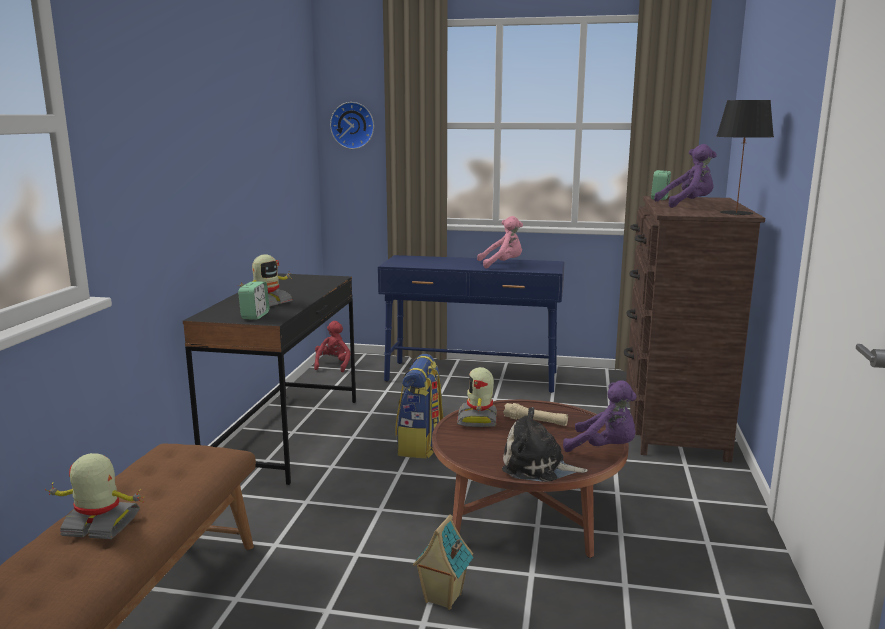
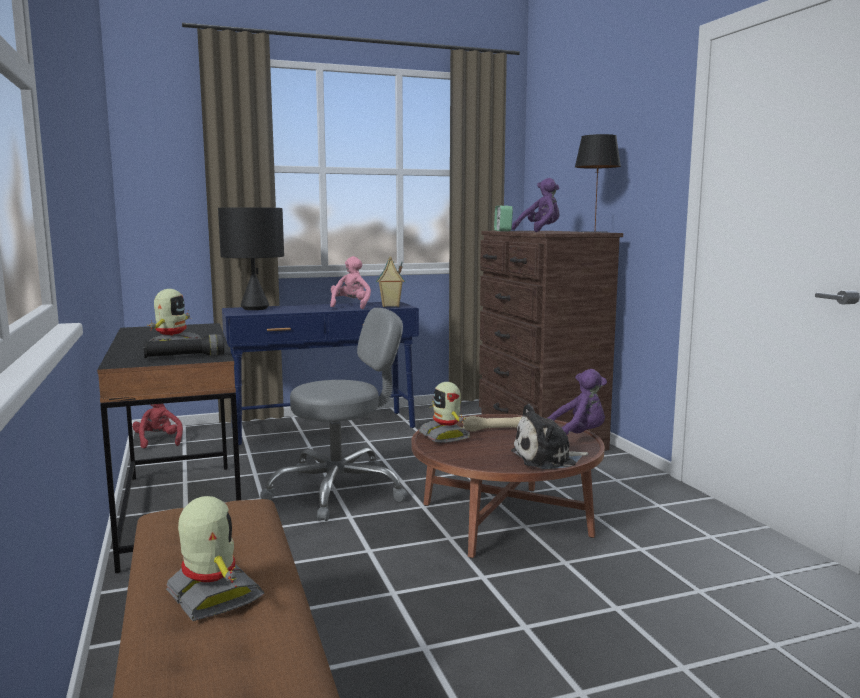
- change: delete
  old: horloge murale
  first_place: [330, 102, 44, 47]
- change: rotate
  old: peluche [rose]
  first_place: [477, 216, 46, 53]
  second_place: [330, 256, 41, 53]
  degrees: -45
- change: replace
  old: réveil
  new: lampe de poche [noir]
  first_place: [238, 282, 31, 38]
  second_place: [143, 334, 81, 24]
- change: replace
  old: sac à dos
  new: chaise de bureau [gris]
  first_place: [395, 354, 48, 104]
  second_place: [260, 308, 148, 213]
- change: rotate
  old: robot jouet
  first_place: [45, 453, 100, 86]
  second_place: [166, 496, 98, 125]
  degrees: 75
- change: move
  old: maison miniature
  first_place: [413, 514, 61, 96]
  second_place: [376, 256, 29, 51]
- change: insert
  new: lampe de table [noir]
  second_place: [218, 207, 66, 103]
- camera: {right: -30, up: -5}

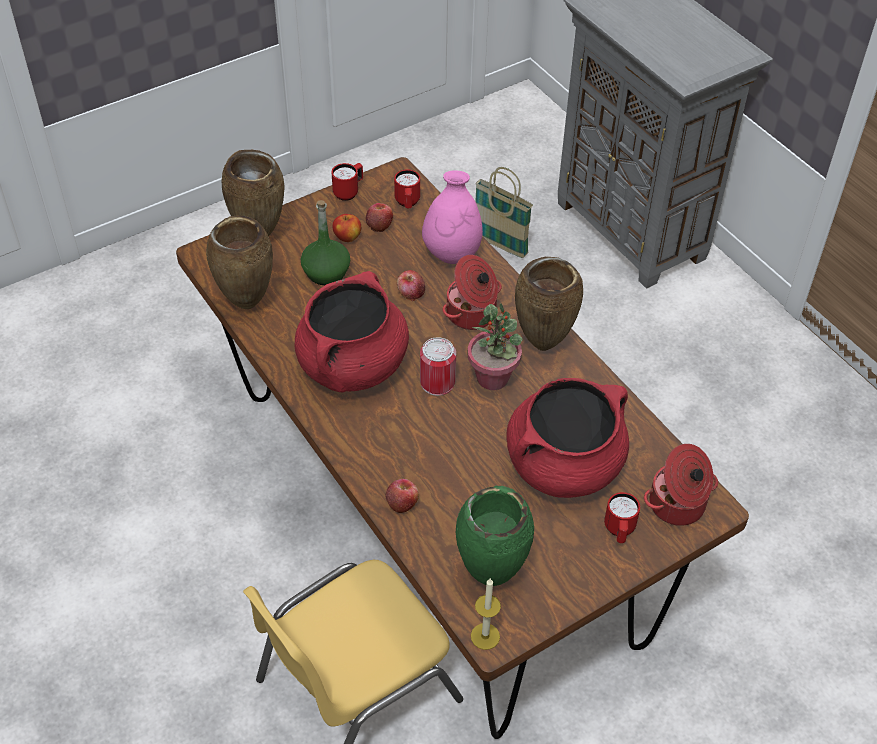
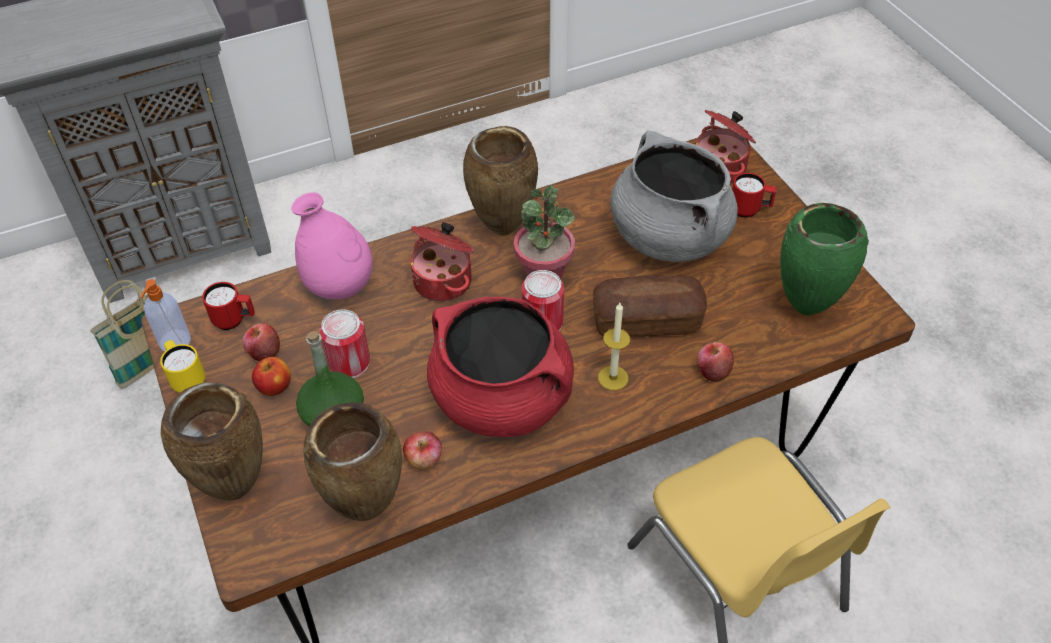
- change: recolor
  old: mug [rouge]
  new: mug [jaune]
  first_place: [331, 163, 32, 38]
  second_place: [160, 340, 45, 53]
- change: move
  old: pomme
  first_place: [397, 270, 28, 31]
  second_place: [403, 431, 39, 38]
- change: recolor
  old: marmite [rouge]
  new: marmite [gris]
  first_place: [506, 378, 123, 120]
  second_place: [610, 131, 128, 131]
- change: move
  old: bougie
  first_place: [471, 579, 30, 71]
  second_place: [598, 303, 32, 87]
- change: insert
  new: pain
  second_place: [593, 275, 114, 62]
- change: insert
  new: distributeur de savon
  second_place: [140, 279, 51, 72]
- change: insert
  new: boîte métallique
  second_place: [320, 309, 50, 69]
- camera: {right: -80, up: 0}

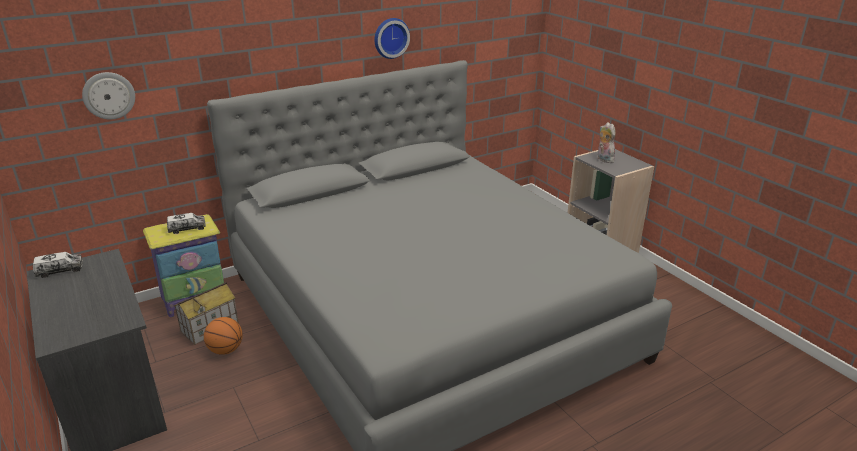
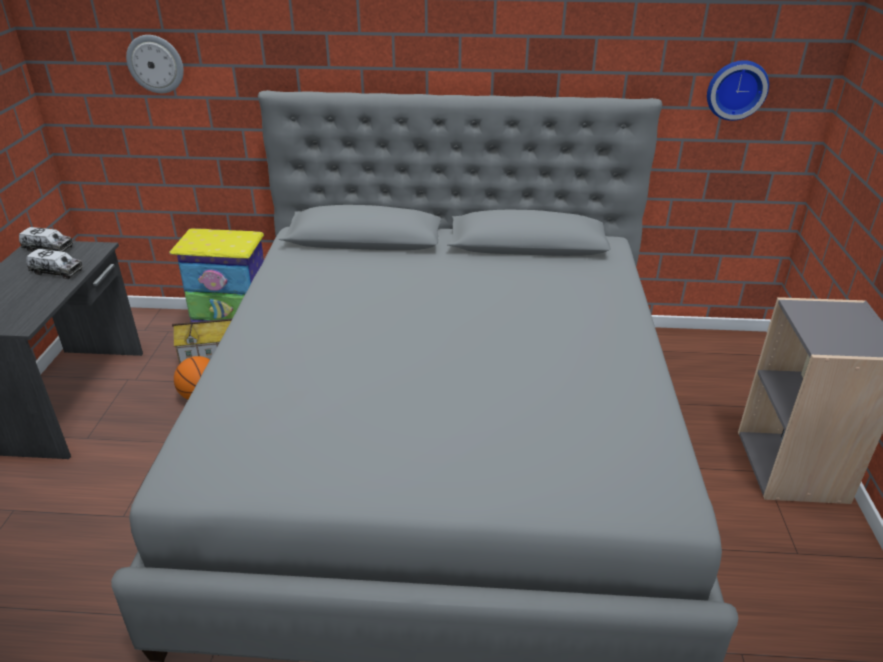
- change: move
  old: horloge murale
  first_place: [374, 18, 36, 41]
  second_place: [707, 60, 62, 61]
- change: delete
  old: peluche
  first_place: [598, 122, 18, 41]
- change: move
  old: camion jouet
  first_place: [167, 213, 39, 21]
  second_place: [26, 249, 57, 30]
- camera: {right: 35, up: 5}

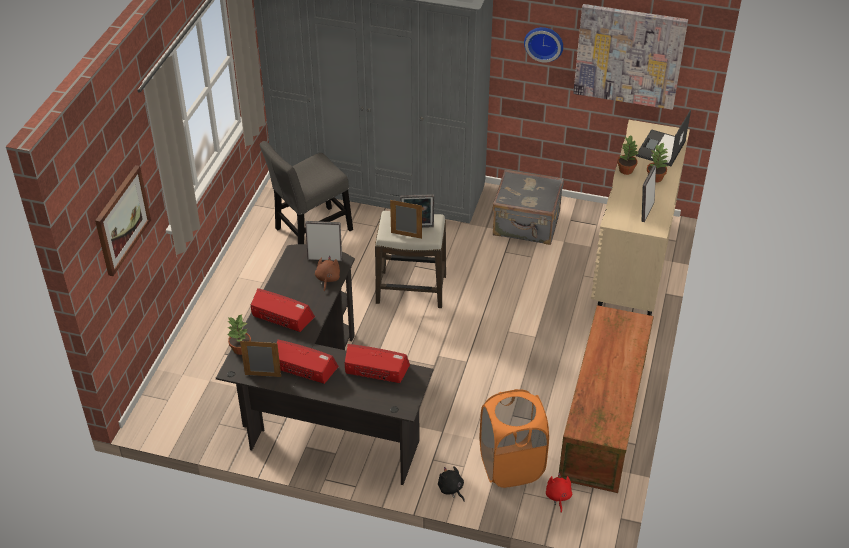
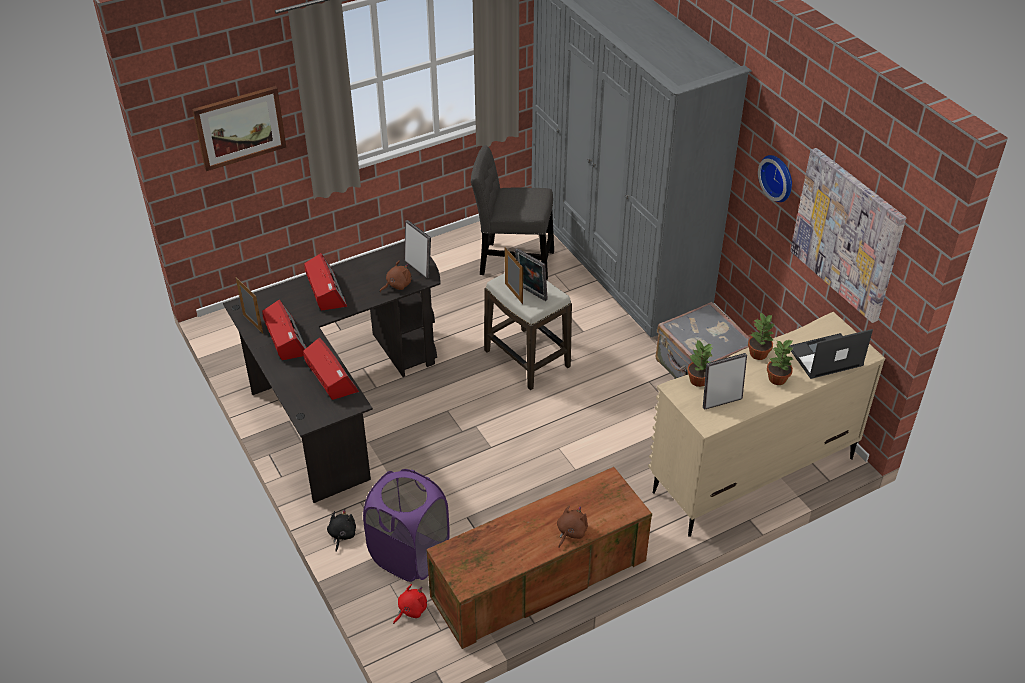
- change: move
  old: plante en pot
  first_place: [227, 315, 24, 40]
  second_place: [687, 340, 26, 47]
- change: recolor
  old: panier à linge [orange]
  new: panier à linge [violet]
  first_place: [480, 389, 69, 99]
  second_place: [363, 469, 87, 113]
- change: insert
  new: peluche [marron]
  second_place: [557, 505, 31, 42]
- camera: {right: 45, up: 0}

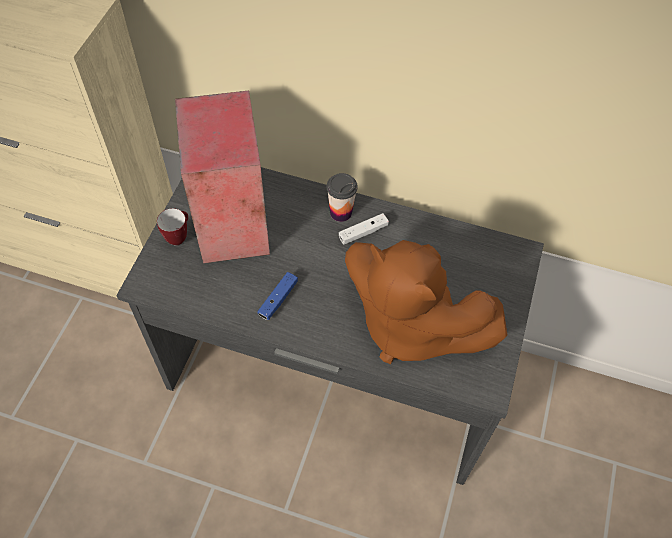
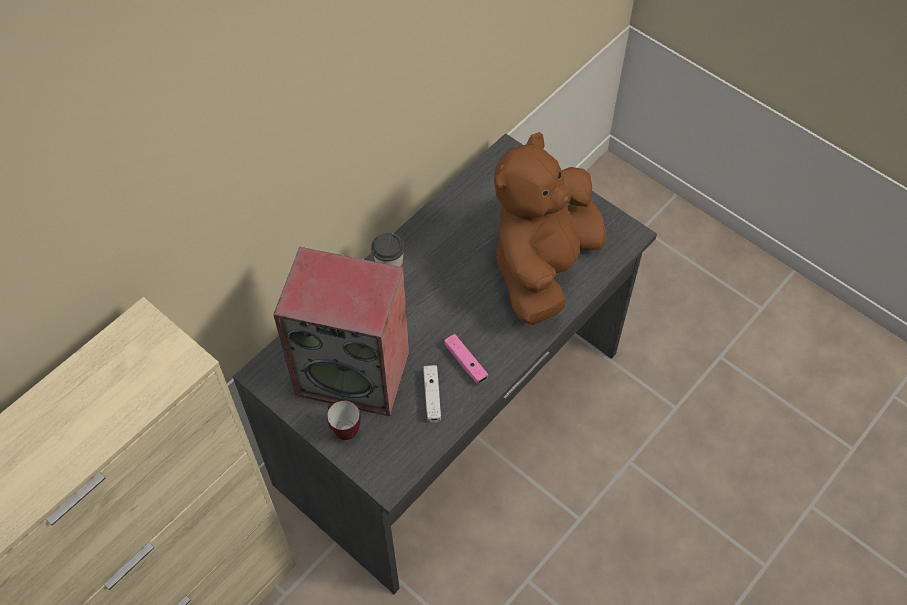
- change: move
  old: manette [blanc]
  first_place: [339, 213, 50, 32]
  second_place: [423, 365, 18, 58]
- change: rotate
  old: peluche [marron]
  first_place: [345, 240, 162, 124]
  second_place: [494, 132, 112, 193]
  degrees: 150
- change: recolor
  old: manette [bleu]
  new: manette [rose]
  first_place: [258, 272, 40, 48]
  second_place: [444, 334, 44, 50]
- camera: {right: -65, up: 0}

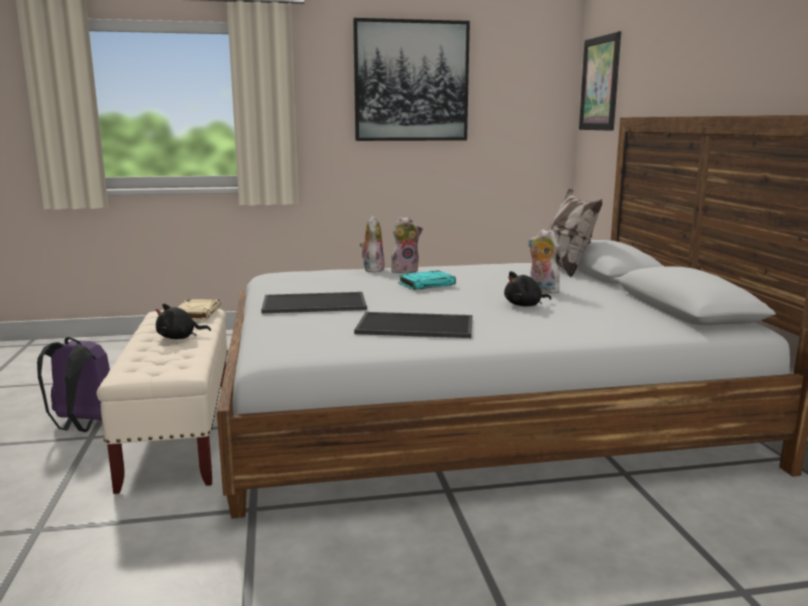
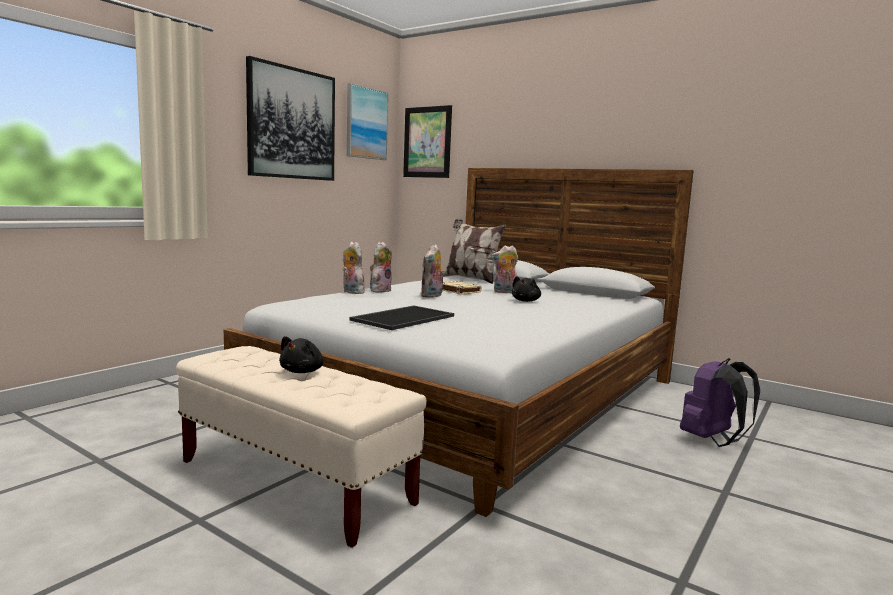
- change: replace
  old: livre [turquoise]
  new: peluche
  first_place: [398, 270, 58, 20]
  second_place: [421, 244, 24, 54]
- change: move
  old: livre [beige]
  first_place: [177, 299, 43, 21]
  second_place: [442, 281, 40, 14]
- change: delete
  old: plateau
  first_place: [354, 312, 118, 26]
- change: move
  old: sac à dos [violet]
  first_place: [37, 337, 73, 95]
  second_place: [680, 358, 80, 89]
- change: insert
  new: tableau
  second_place: [347, 83, 41, 77]
- camera: {right: -45, up: -5}

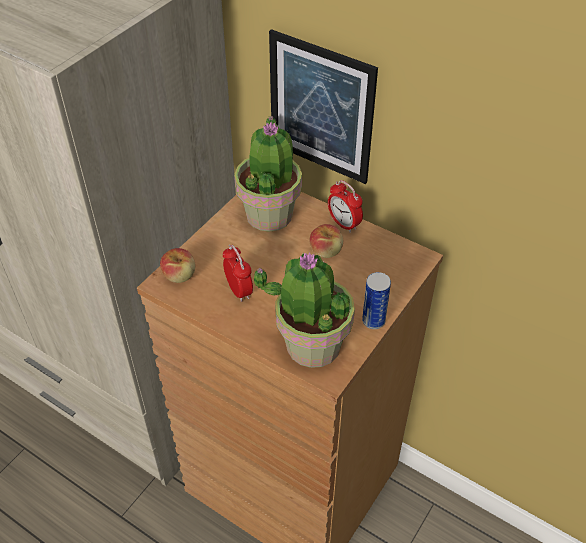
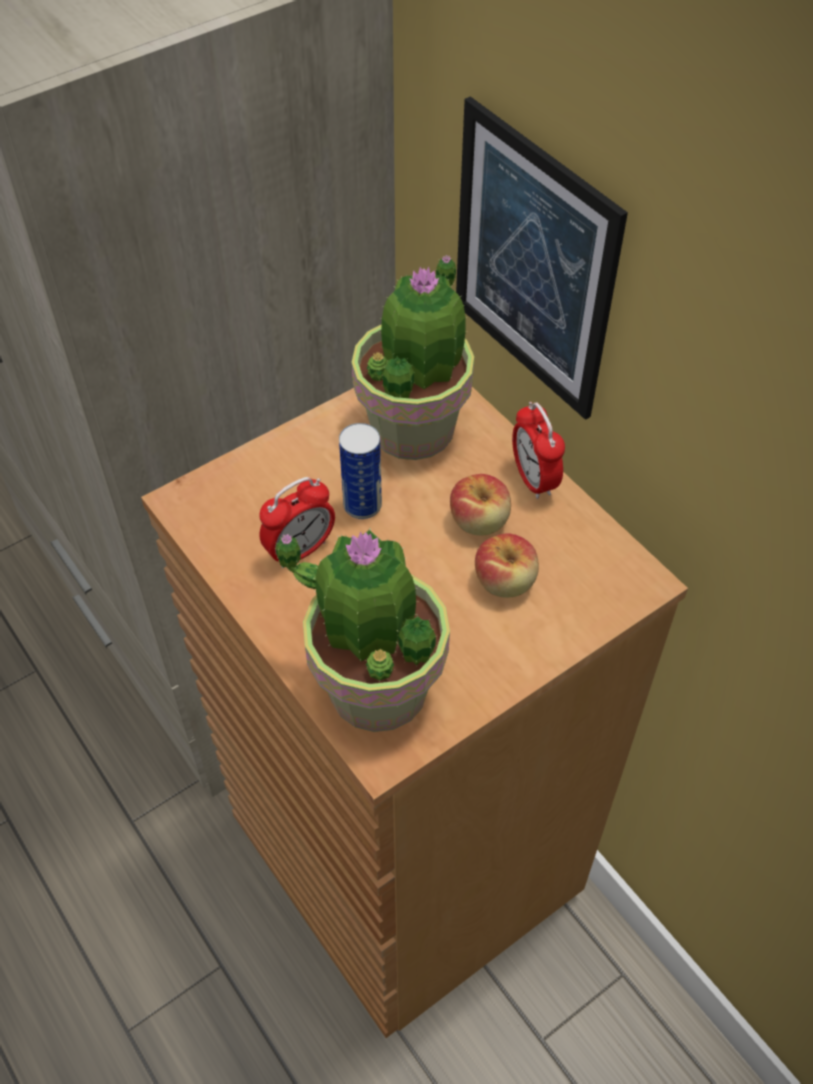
- change: rotate
  old: réveil
  first_place: [223, 245, 30, 57]
  second_place: [259, 477, 76, 91]
  degrees: 60
- change: move
  old: pomme
  first_place: [160, 248, 36, 35]
  second_place: [475, 533, 64, 65]
- change: move
  old: boîte métallique
  first_place: [362, 272, 29, 57]
  second_place: [339, 423, 43, 96]
- camera: {right: 20, up: 5}

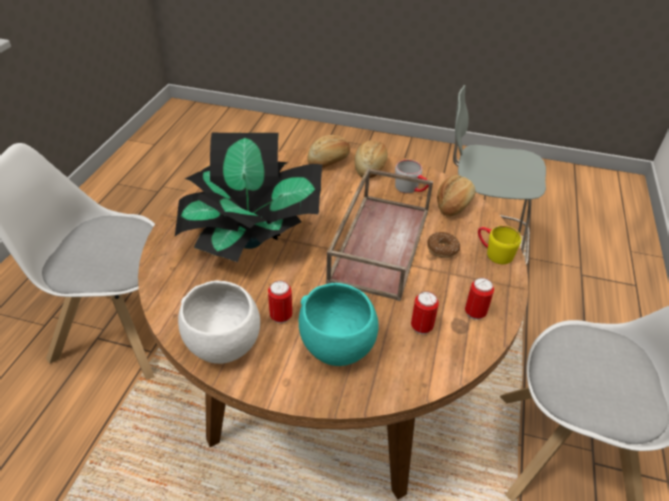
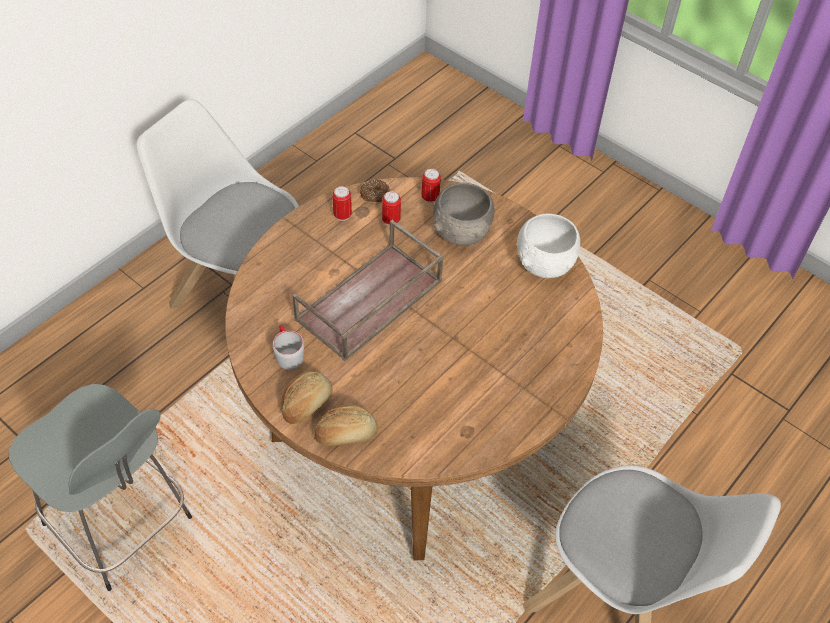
- change: delete
  old: plante en pot
  first_place: [175, 133, 147, 129]
- change: delete
  old: pain
  first_place: [437, 175, 39, 42]
- change: delete
  old: mug [jaune]
  first_place: [478, 226, 43, 38]
- change: move
  old: beignet
  first_place: [427, 232, 33, 26]
  second_place: [360, 179, 30, 25]
- change: move
  old: boîte métallique
  first_place: [268, 281, 24, 42]
  second_place: [422, 168, 19, 35]
- change: recolor
  old: bol [turquoise]
  new: bol [gris]
  first_place: [298, 283, 81, 83]
  second_place: [433, 183, 62, 63]
- camera: {right: -155, up: 10}

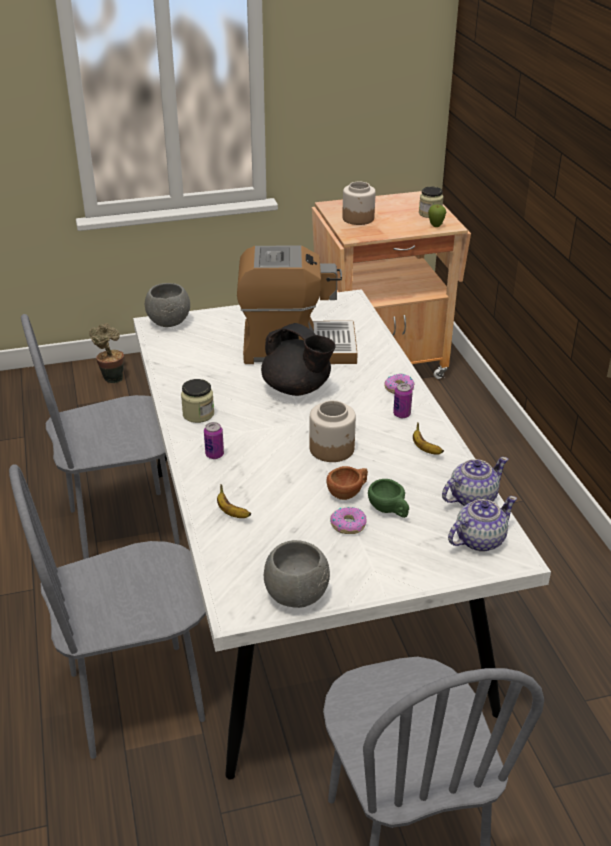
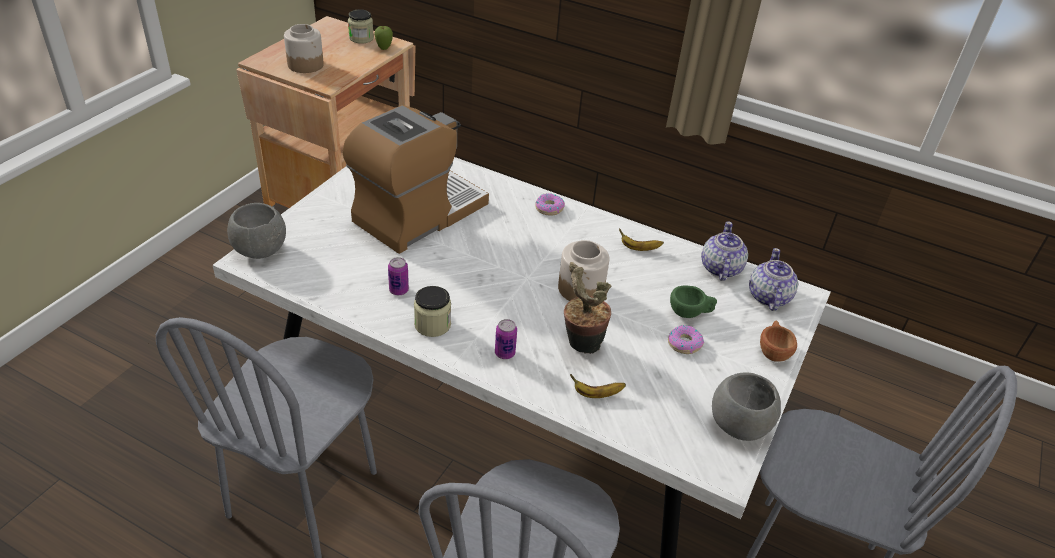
- change: move
  old: plante en pot
  first_place: [89, 323, 35, 60]
  second_place: [564, 262, 47, 92]
- change: delete
  old: théière [noir]
  first_place: [261, 323, 75, 73]
- change: move
  old: boîte métallique
  first_place: [393, 383, 20, 35]
  second_place: [388, 257, 21, 38]
- change: move
  old: tasse [marron]
  first_place: [326, 466, 42, 34]
  second_place: [760, 321, 37, 41]
- camera: {right: -50, up: 5}

